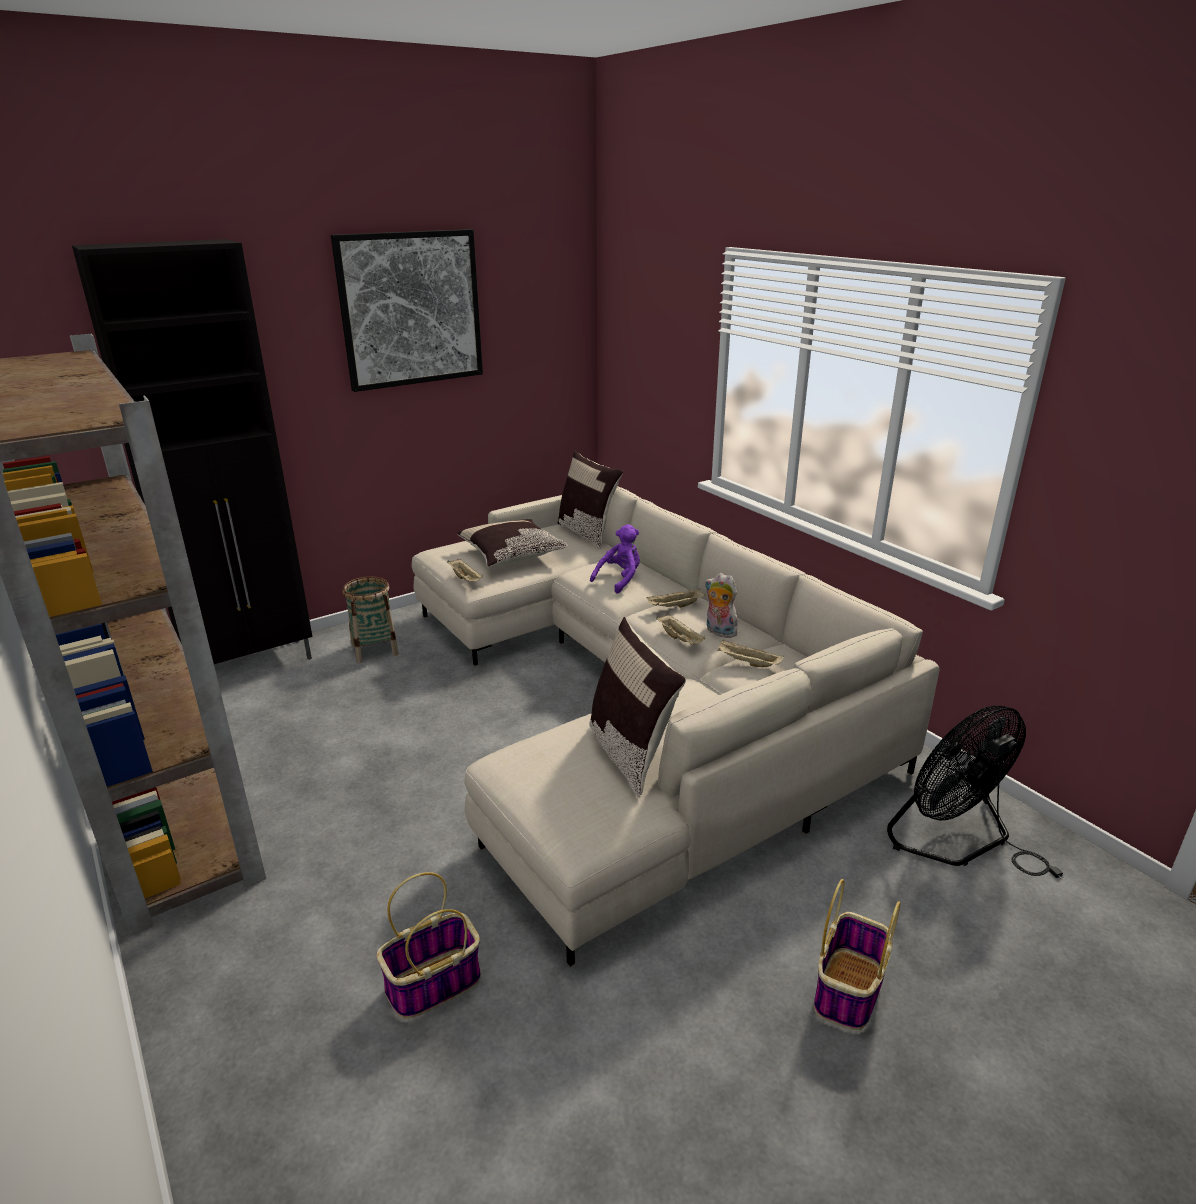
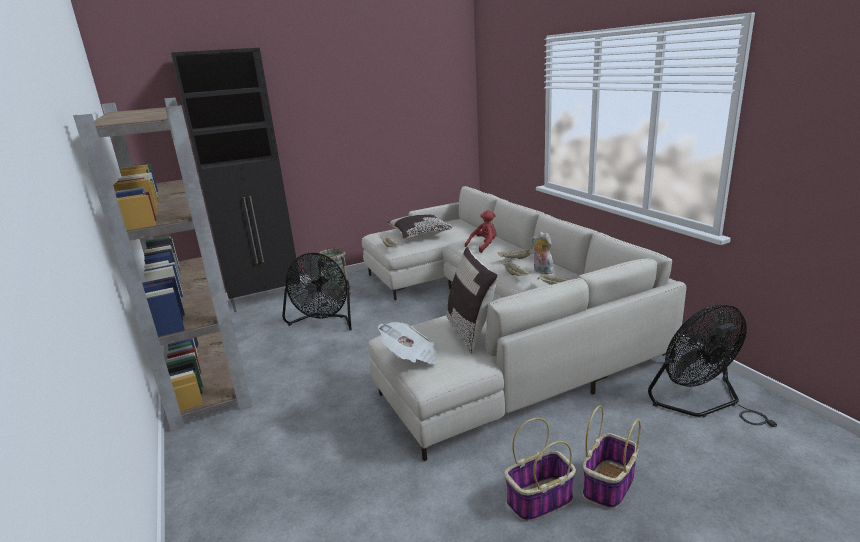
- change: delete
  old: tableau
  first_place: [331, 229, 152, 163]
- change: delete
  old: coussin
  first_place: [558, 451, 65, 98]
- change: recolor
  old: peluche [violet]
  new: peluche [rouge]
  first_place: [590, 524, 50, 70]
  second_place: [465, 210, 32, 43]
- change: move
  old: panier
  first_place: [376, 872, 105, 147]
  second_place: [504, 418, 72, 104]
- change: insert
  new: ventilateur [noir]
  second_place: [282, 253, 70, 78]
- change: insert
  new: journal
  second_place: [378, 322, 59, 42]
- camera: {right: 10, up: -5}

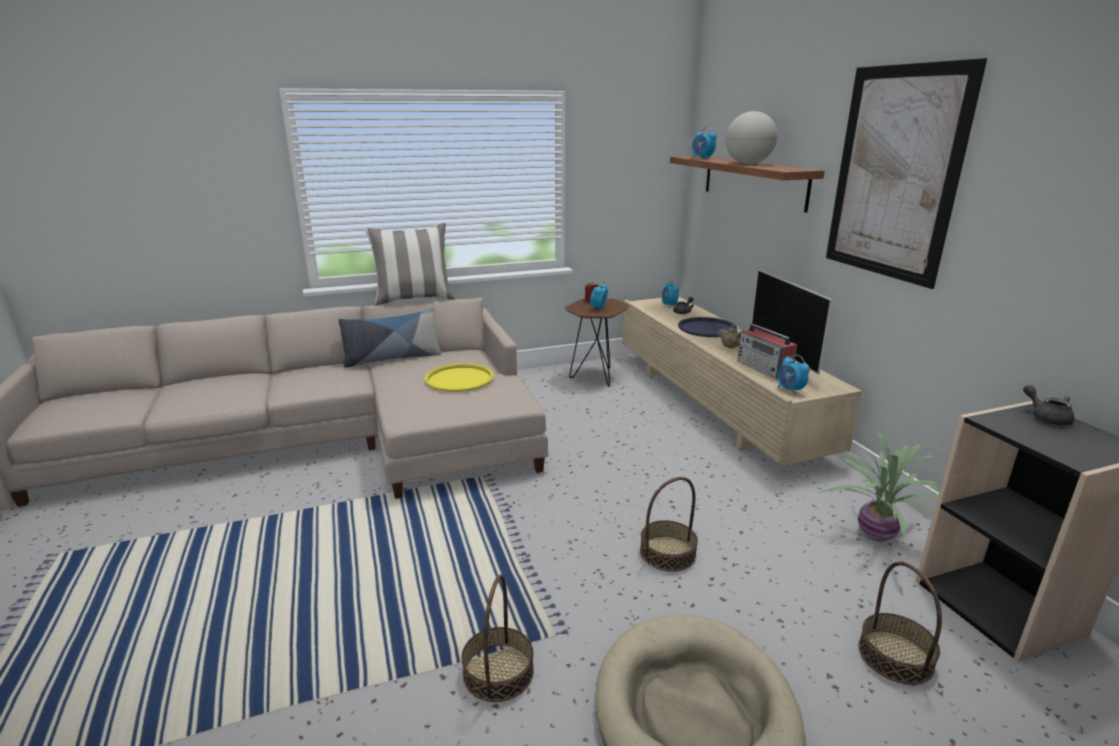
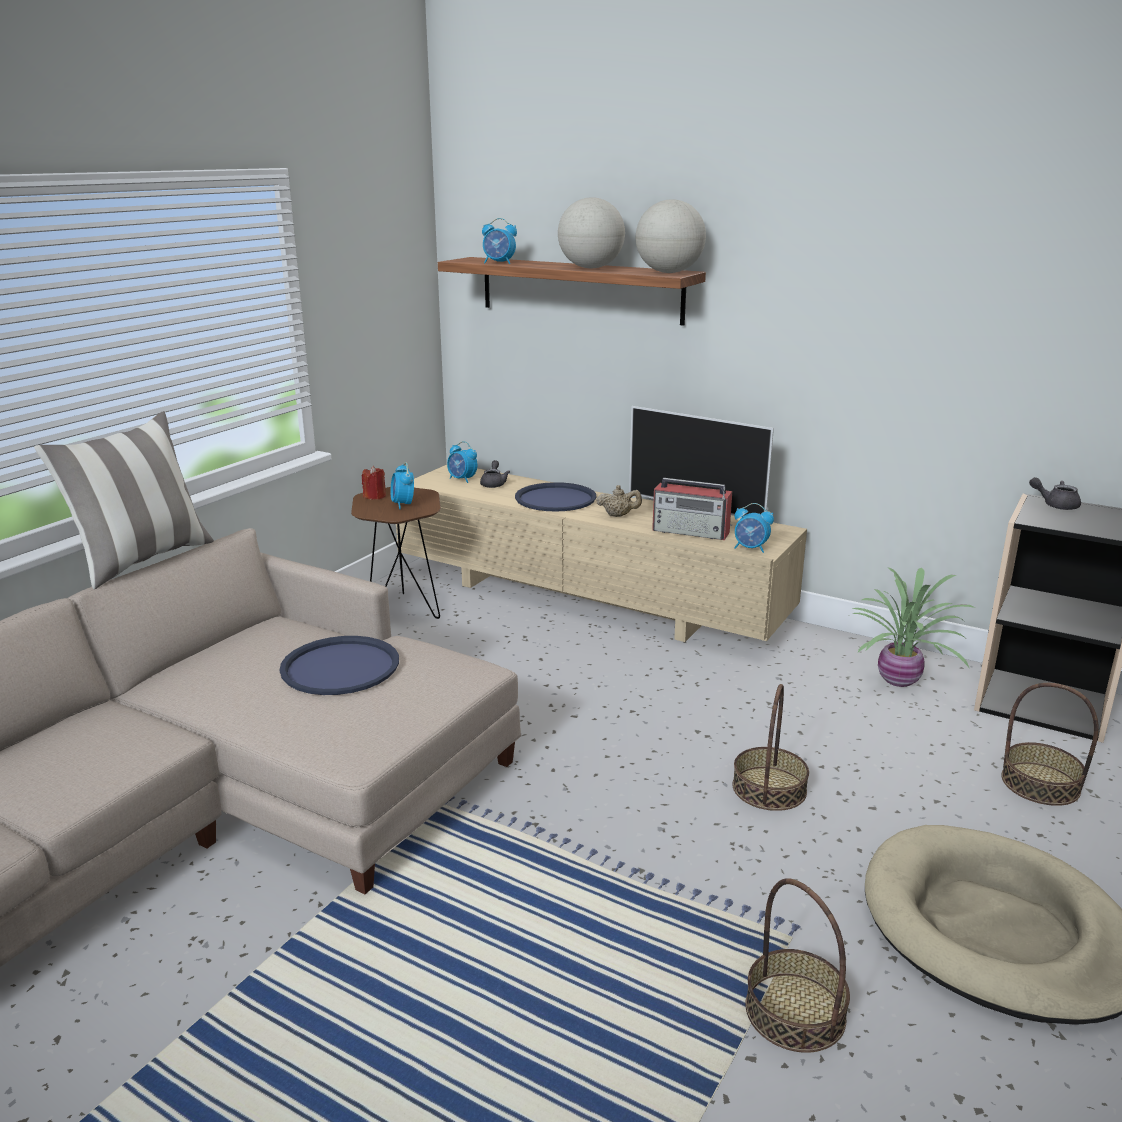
- change: delete
  old: tableau
  first_place: [826, 58, 161, 231]
- change: delete
  old: coussin
  first_place: [338, 308, 103, 60]
- change: recolor
  old: plateau [jaune]
  new: plateau [bleu]
  first_place: [424, 363, 70, 29]
  second_place: [279, 636, 120, 59]
- change: insert
  new: globe
  second_place: [636, 199, 70, 74]
- camera: {right: -40, up: 0}

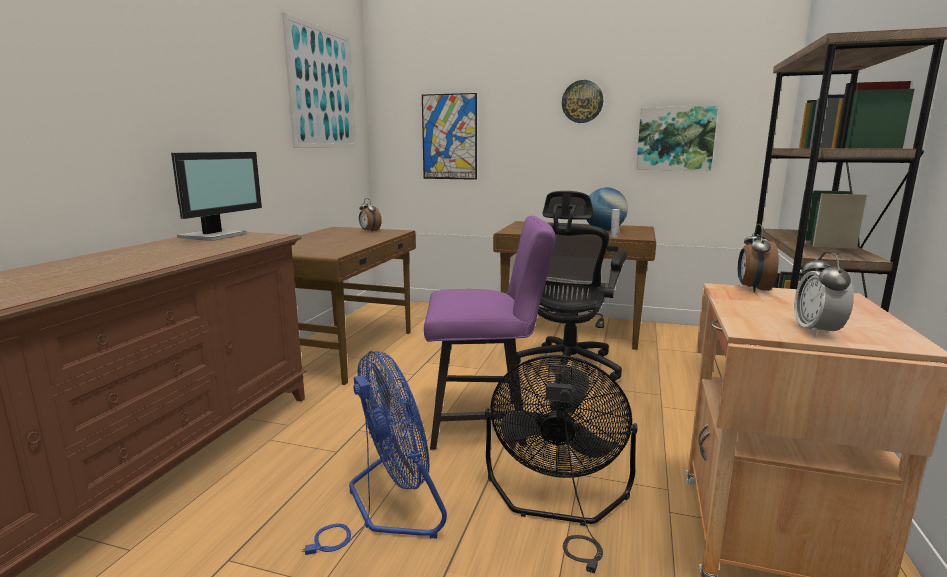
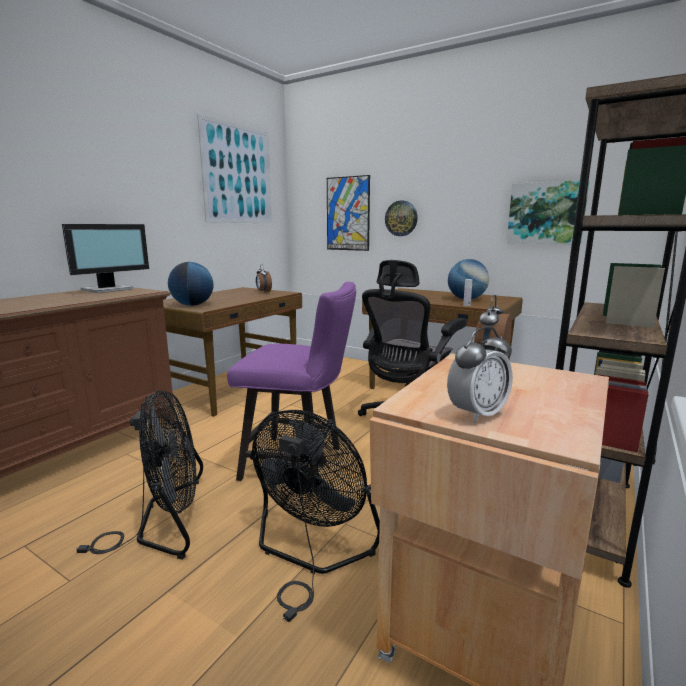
- change: move
  old: horloge murale
  first_place: [562, 80, 41, 43]
  second_place: [385, 200, 33, 36]
- change: rotate
  old: réveil
  first_place: [794, 252, 60, 85]
  second_place: [447, 327, 66, 96]
  degrees: -150
- change: recolor
  old: ventilateur [bleu]
  new: ventilateur [noir]
  first_place: [301, 351, 146, 204]
  second_place: [75, 390, 128, 170]
- change: insert
  new: globe
  second_place: [168, 262, 45, 44]
- camera: {right: 15, up: 0}

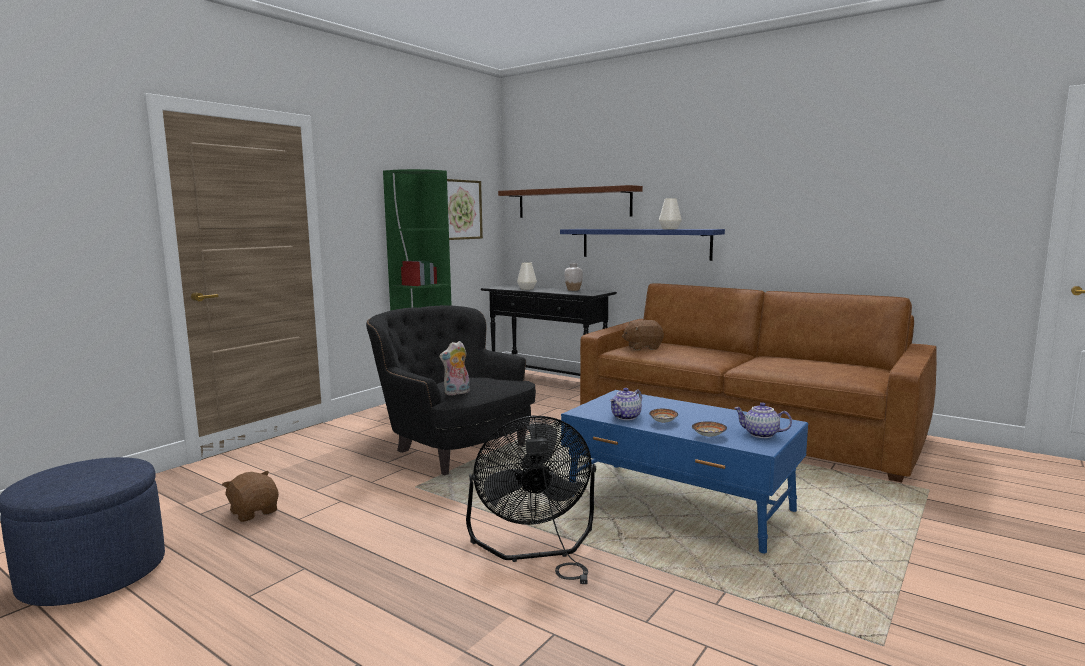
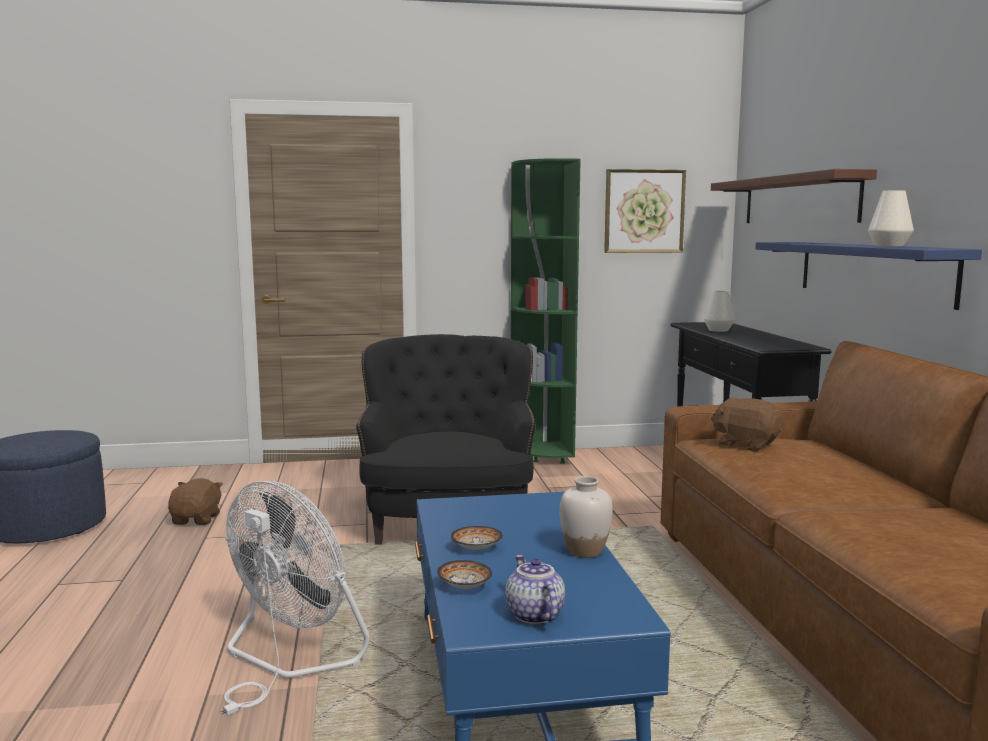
- change: move
  old: vase [blanc]
  first_place: [564, 263, 19, 28]
  second_place: [559, 476, 54, 82]
- change: delete
  old: peluche
  first_place: [439, 341, 31, 54]
- change: delete
  old: théière
  first_place: [610, 388, 32, 32]
- change: recolor
  old: ventilateur [noir]
  new: ventilateur [blanc]
  first_place: [466, 416, 130, 168]
  second_place: [220, 481, 149, 235]
- camera: {right: 45, up: 0}

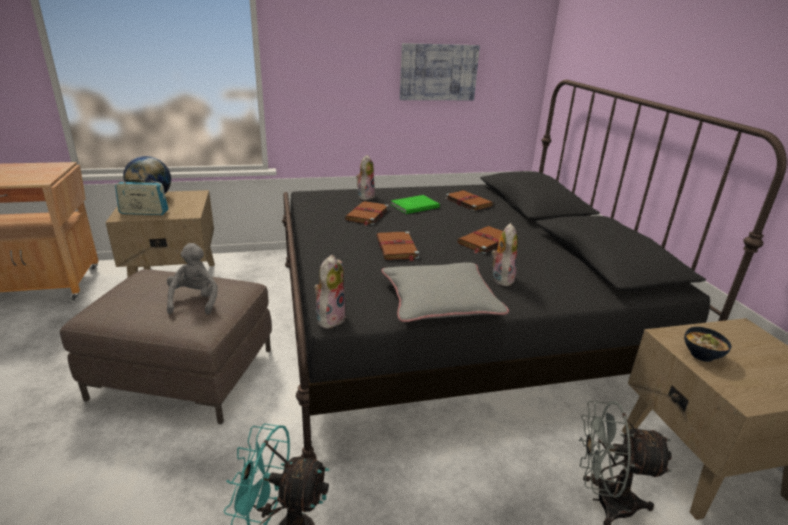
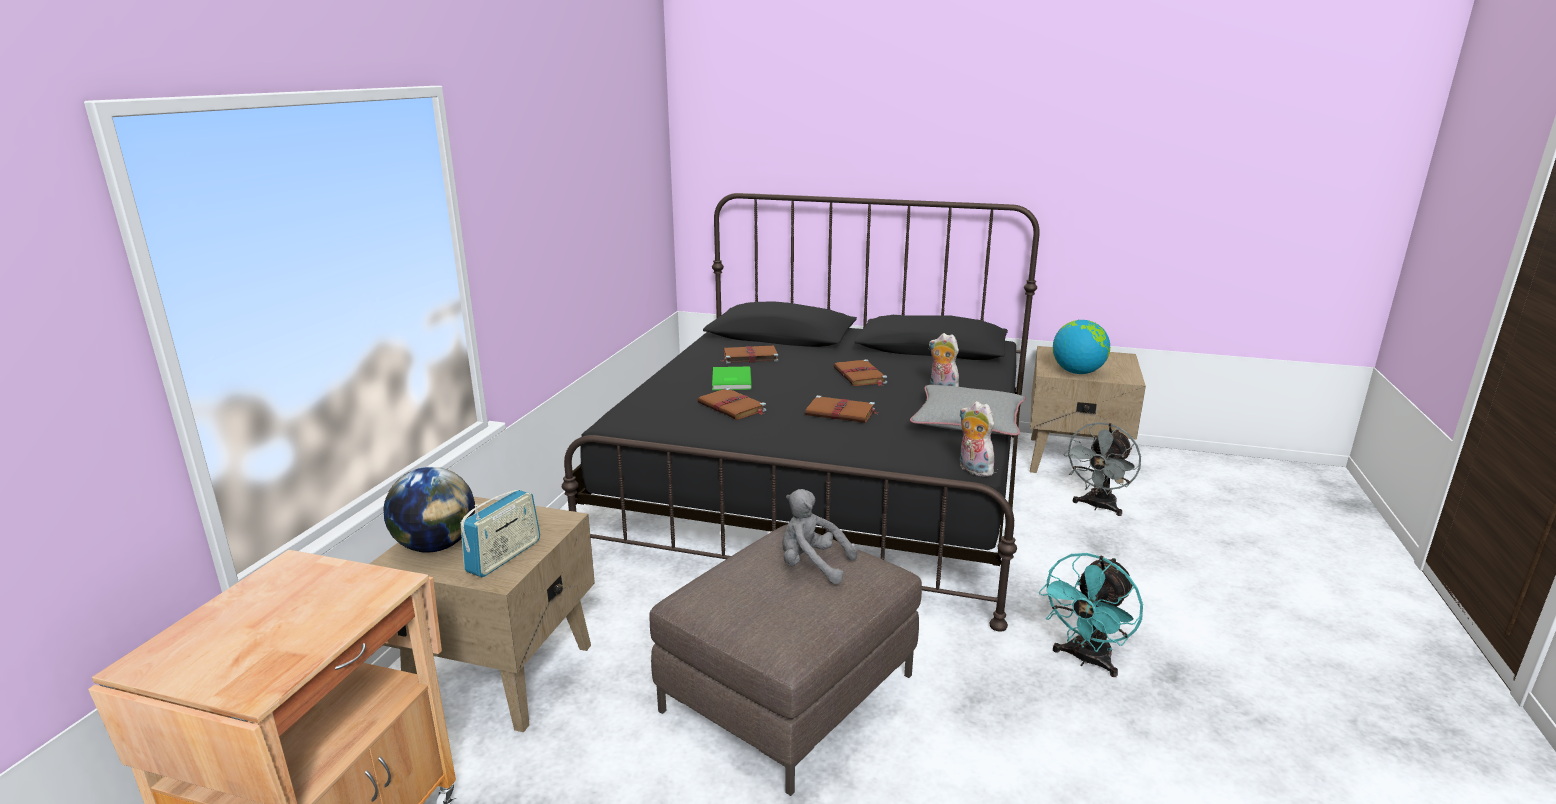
- change: delete
  old: tableau
  first_place: [400, 43, 80, 57]
- change: delete
  old: peluche
  first_place: [356, 155, 19, 45]
- change: replace
  old: bol
  new: globe
  first_place: [684, 327, 47, 35]
  second_place: [1053, 320, 57, 54]
- camera: {right: -60, up: -5}

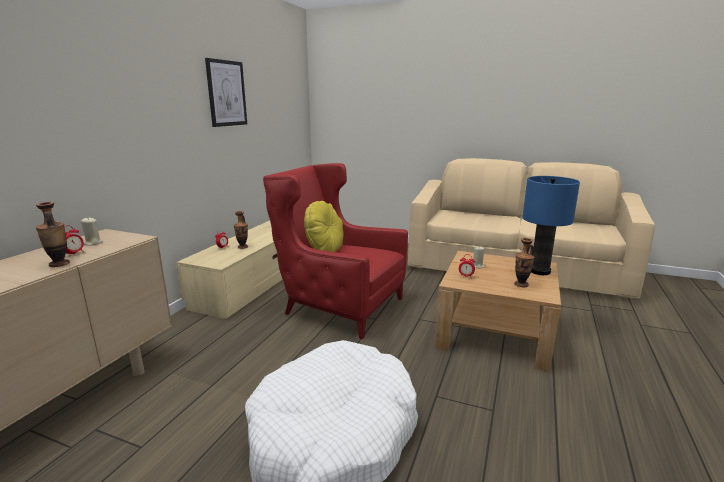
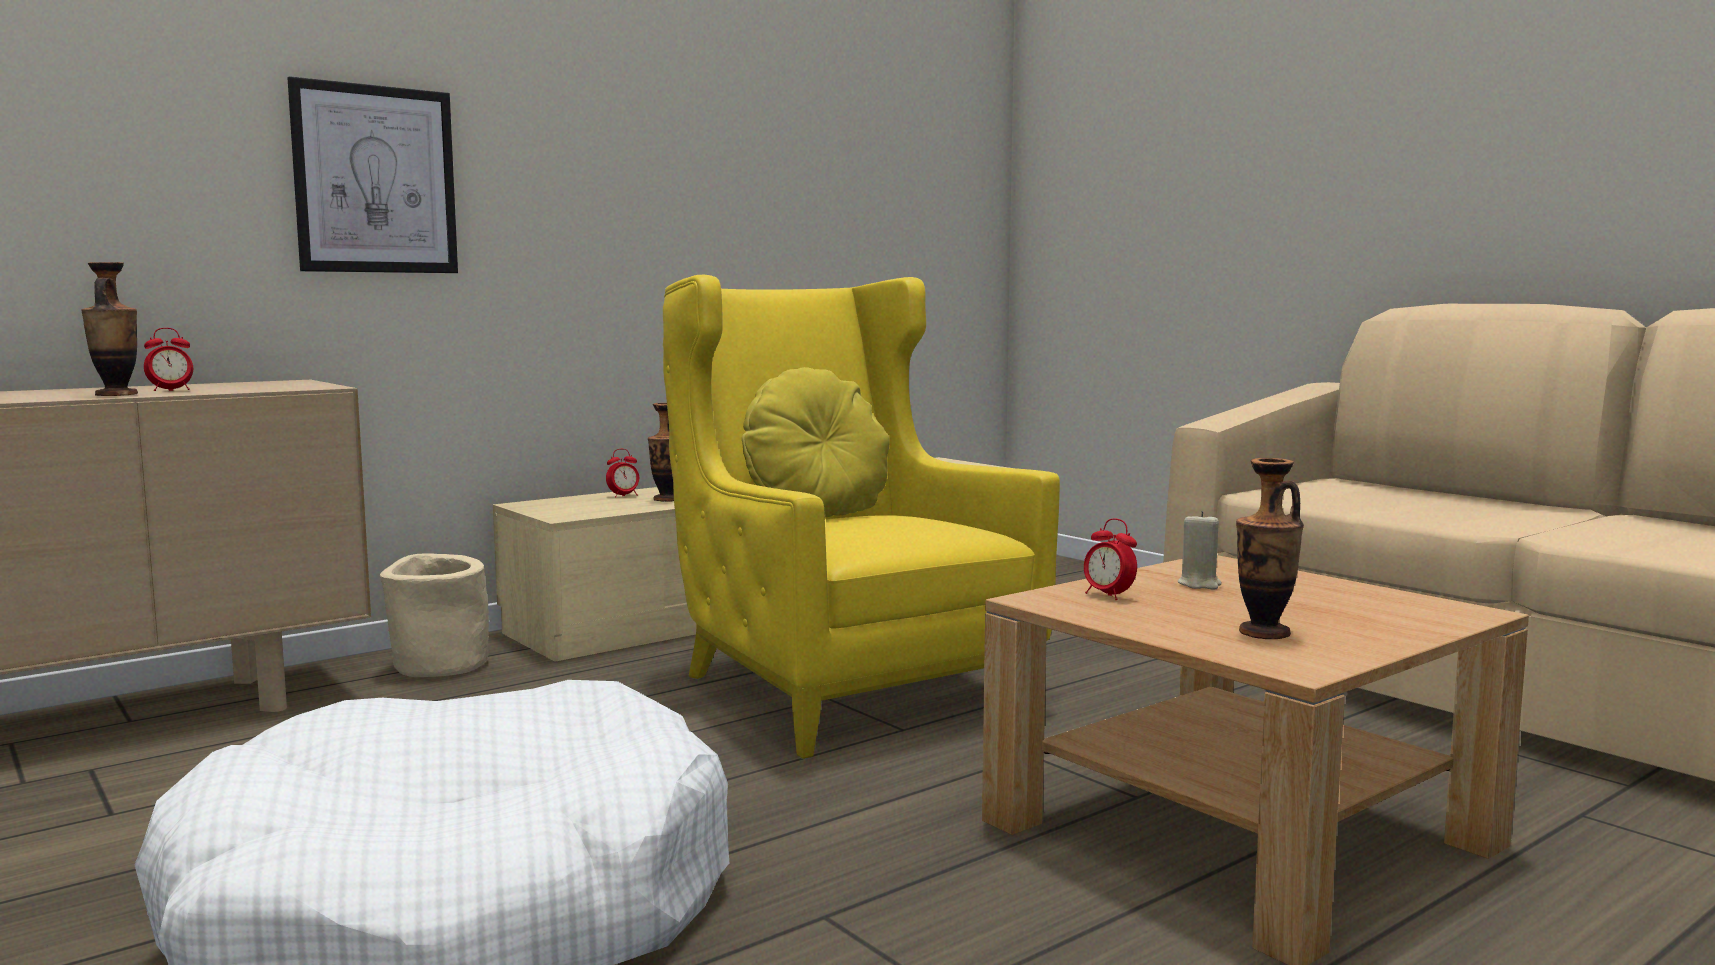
- change: move
  old: tableau
  first_place: [205, 58, 42, 69]
  second_place: [288, 76, 170, 197]
- change: recolor
  old: fauteuil [rouge]
  new: fauteuil [jaune]
  first_place: [263, 163, 145, 176]
  second_place: [663, 275, 397, 484]
- change: delete
  old: lampe de table [bleu]
  first_place: [523, 176, 57, 99]
- change: delete
  old: bougie [beige]
  first_place: [81, 218, 22, 28]
- change: insert
  new: cache-pot [beige]
  second_place: [380, 554, 109, 123]
- camera: {right: 30, up: -10}

